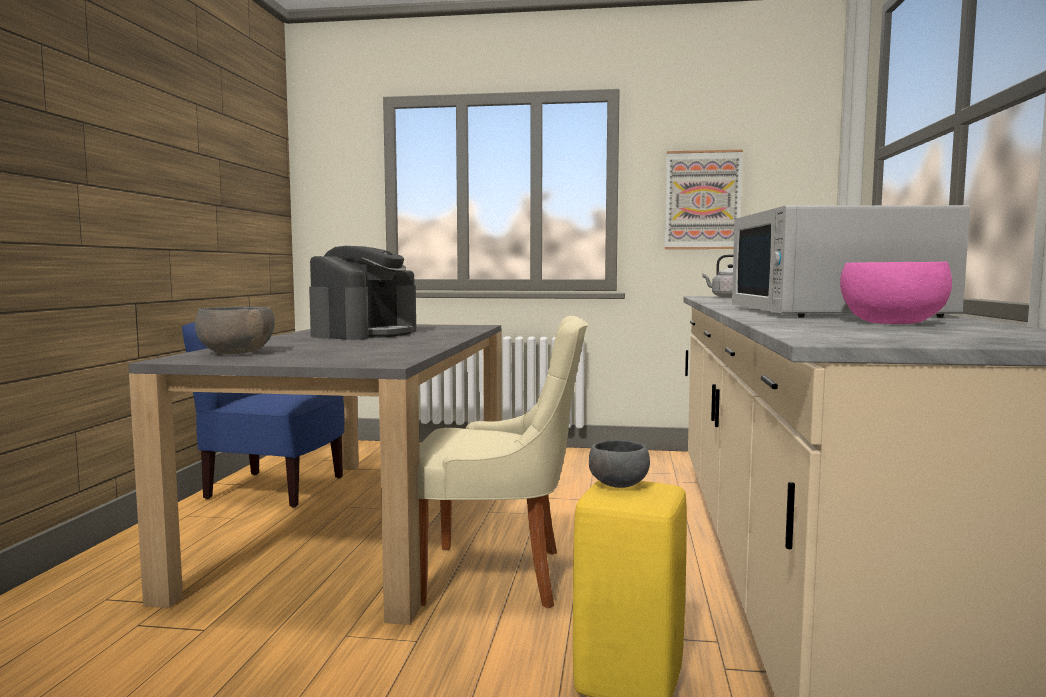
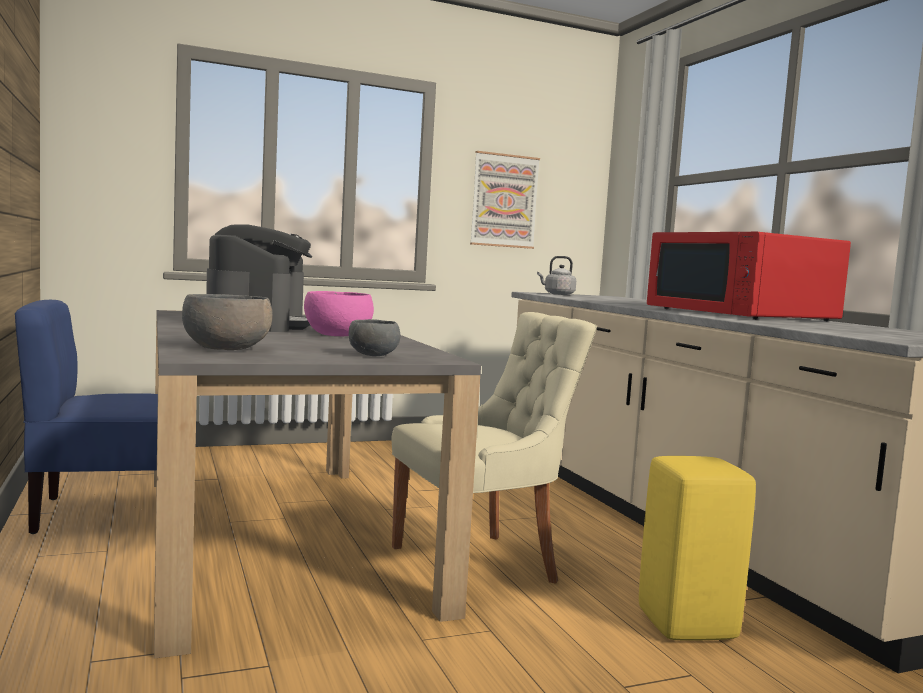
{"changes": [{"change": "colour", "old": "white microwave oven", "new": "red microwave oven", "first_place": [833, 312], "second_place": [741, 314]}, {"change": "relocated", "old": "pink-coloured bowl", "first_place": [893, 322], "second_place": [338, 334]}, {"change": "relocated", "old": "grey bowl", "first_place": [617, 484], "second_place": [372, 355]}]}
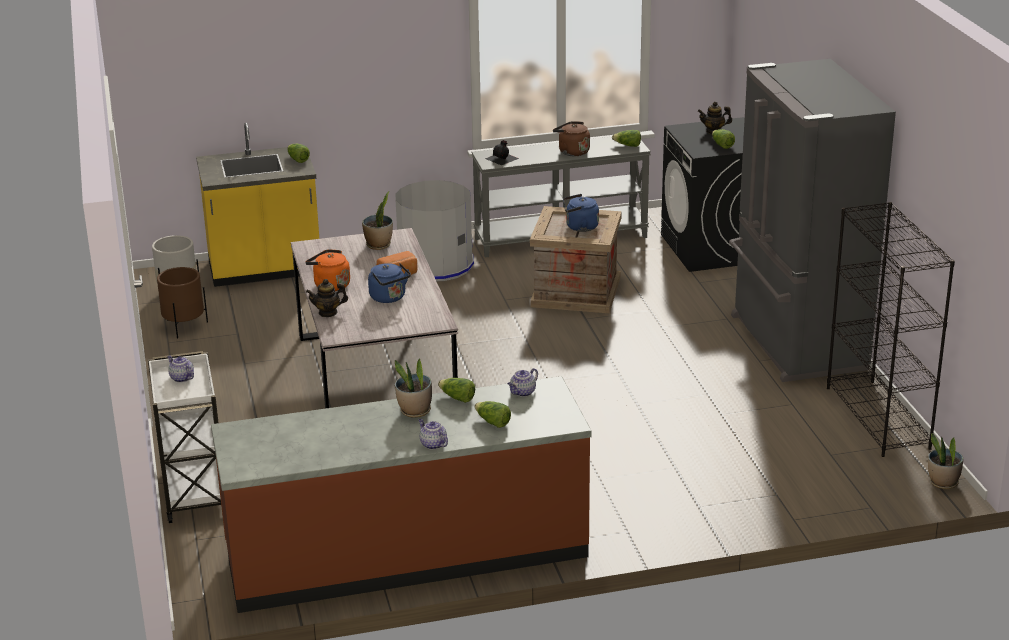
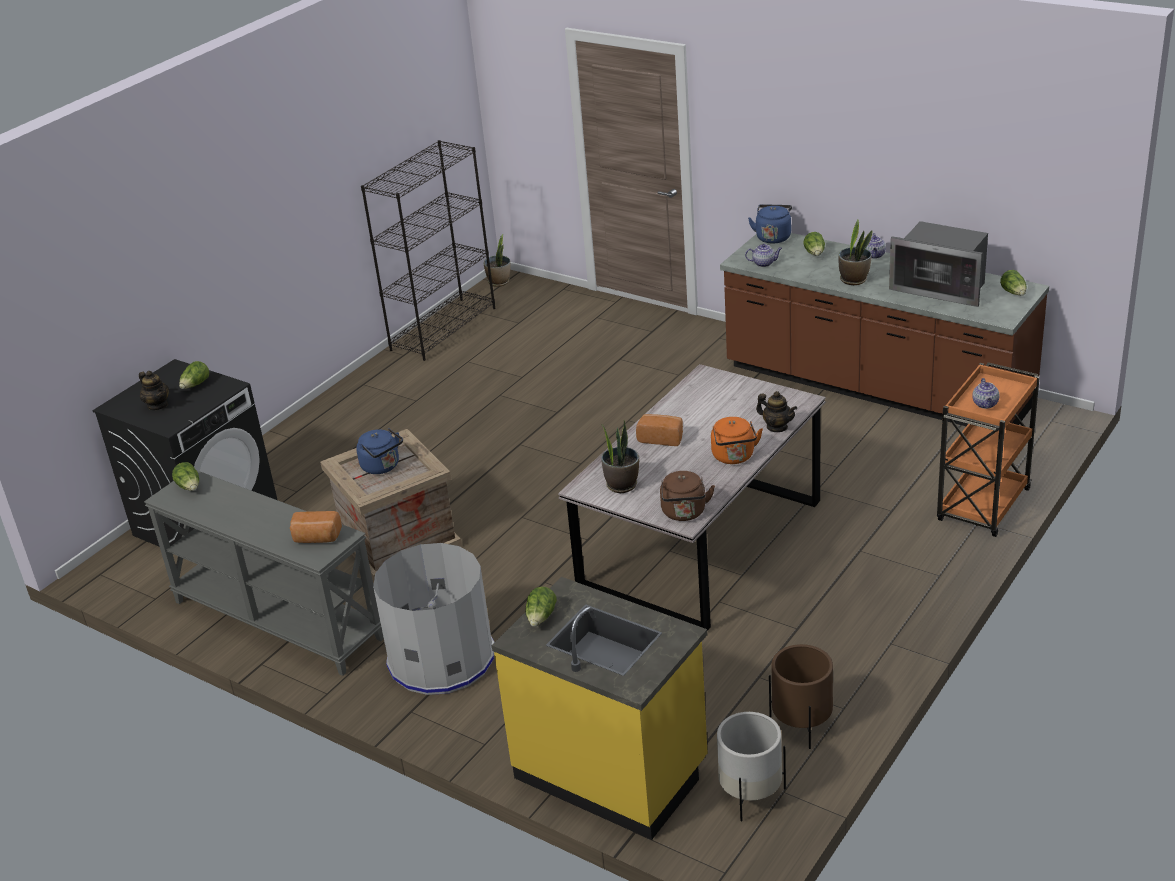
{"changes": [{"change": "missing", "old": "grey fridge", "first_place": [795, 343]}, {"change": "relocated", "old": "brownish water kettle", "first_place": [572, 152], "second_place": [684, 513]}, {"change": "exchanged", "old": "blackish bottle", "new": "bread", "first_place": [502, 158], "second_place": [317, 538]}, {"change": "relocated", "old": "blue-coloured water kettle", "first_place": [389, 298], "second_place": [773, 237]}, {"change": "colour", "old": "white trolley", "new": "orangey trolley", "first_place": [194, 492], "second_place": [983, 506]}, {"change": "relocated", "old": "head of lettuce", "first_place": [457, 398], "second_place": [1014, 293]}, {"change": "appeared", "new": "microwave oven", "second_place": [941, 287]}]}
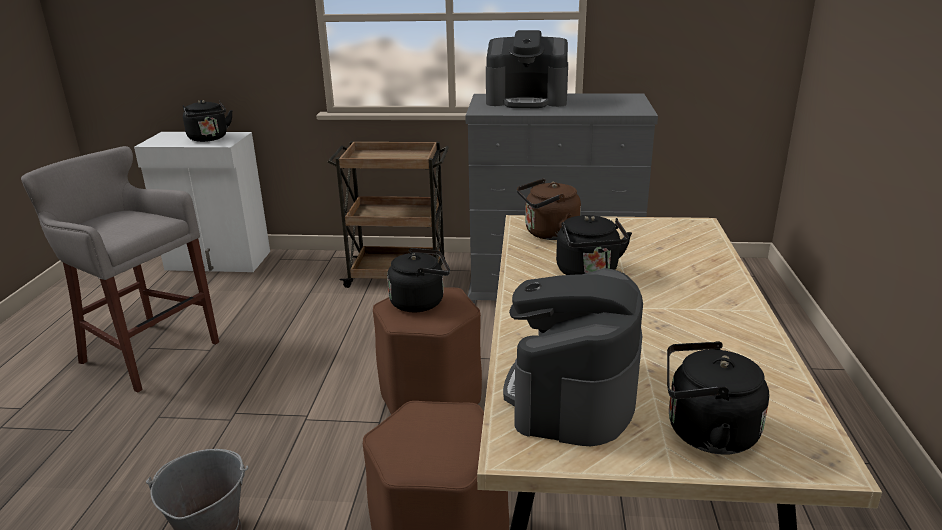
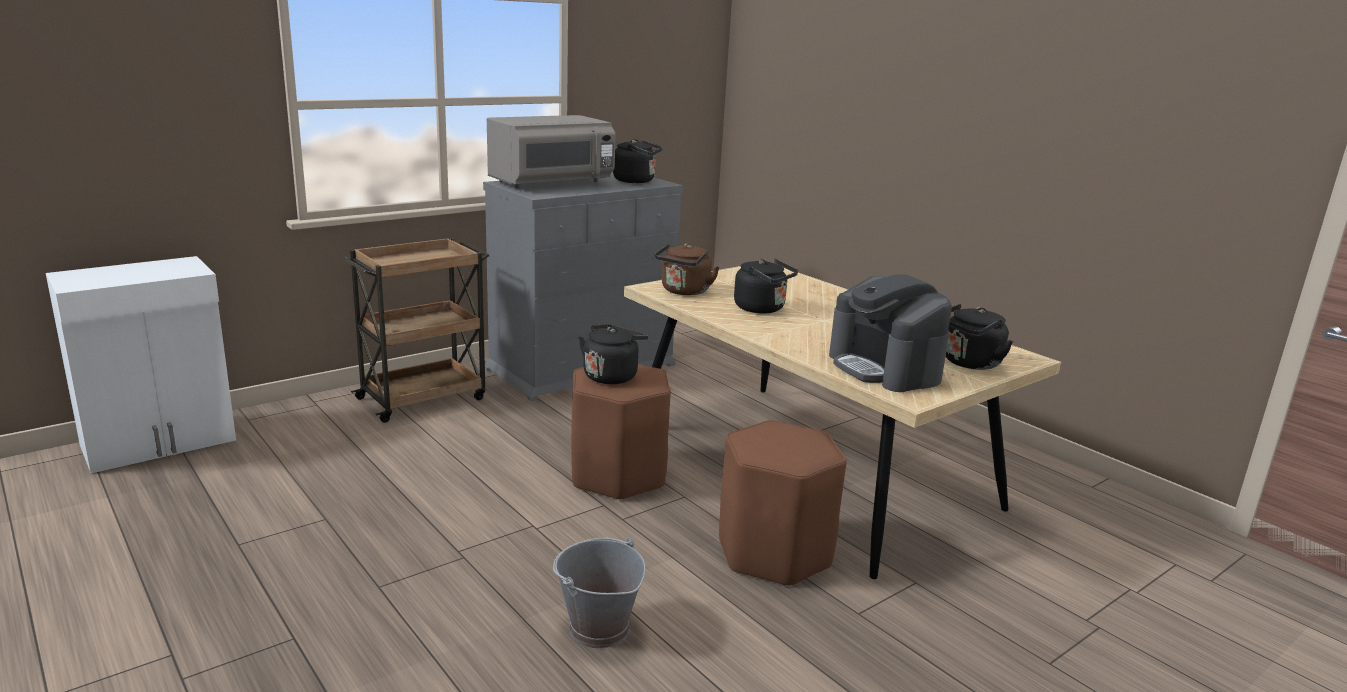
{"changes": [{"change": "exchanged", "old": "coffee machine", "new": "grey microwave oven", "first_place": [527, 100], "second_place": [551, 183]}, {"change": "relocated", "old": "blackish water kettle", "first_place": [209, 139], "second_place": [637, 181]}, {"change": "missing", "old": "grey sitting stool", "first_place": [146, 353]}]}
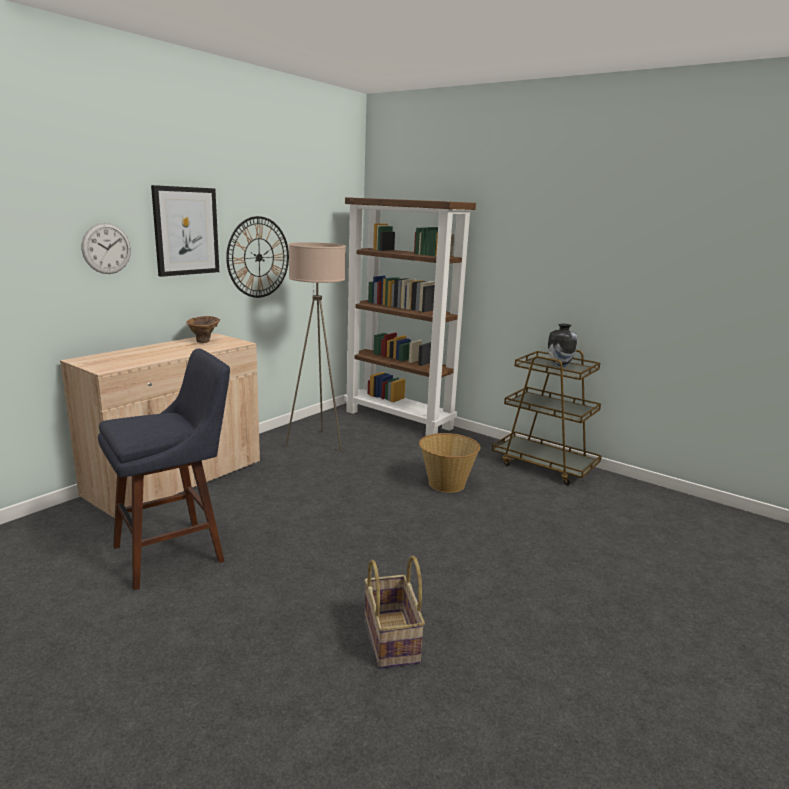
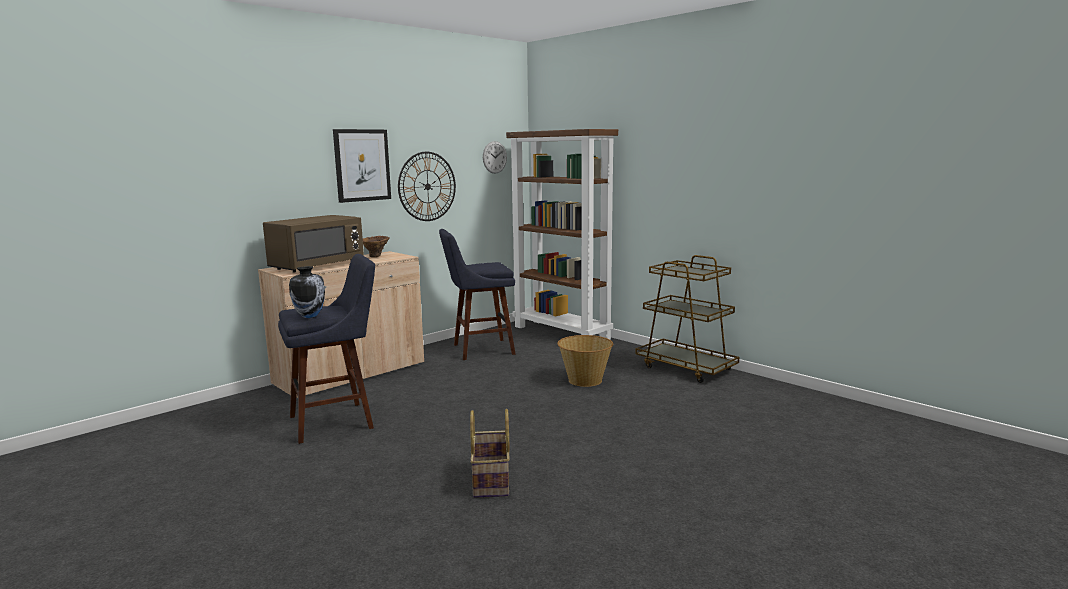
{"changes": [{"change": "relocated", "old": "clock on the wall", "first_place": [106, 248], "second_place": [494, 157]}, {"change": "exchanged", "old": "sand-coloured floor lamp", "new": "blue-coloured sitting stool", "first_place": [316, 443], "second_place": [479, 350]}, {"change": "relocated", "old": "decorative vase", "first_place": [559, 365], "second_place": [310, 316]}, {"change": "appeared", "new": "brownish microwave oven", "second_place": [317, 266]}]}
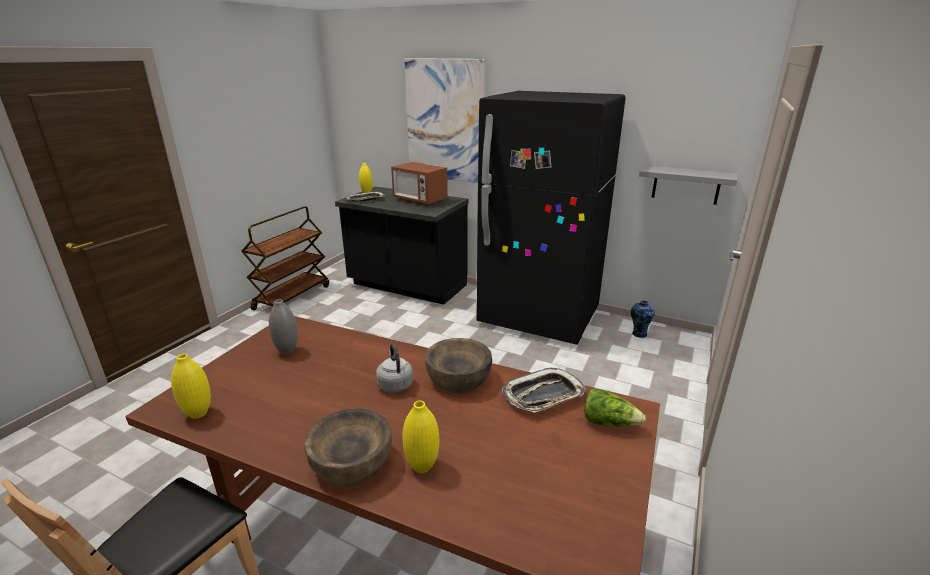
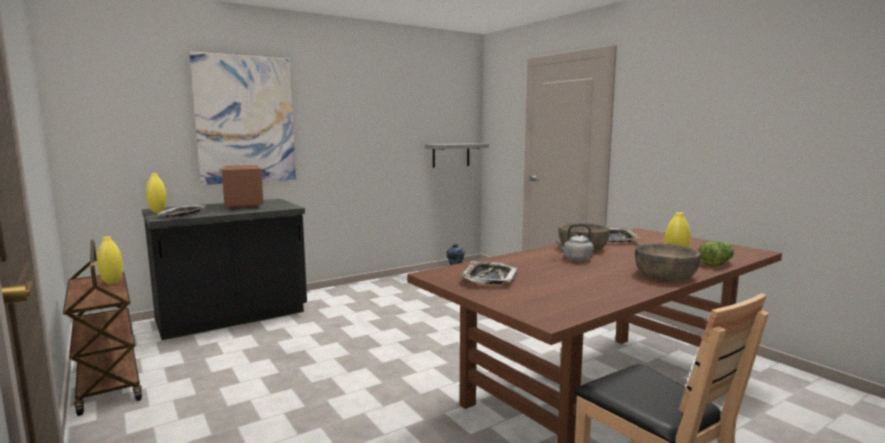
{"changes": [{"change": "missing", "old": "blackish fridge", "first_place": [538, 318]}, {"change": "spun", "old": "microwave oven", "first_place": [420, 200], "second_place": [243, 205], "degrees": -90}, {"change": "exchanged", "old": "grey decorative vase", "new": "carrying tray", "first_place": [287, 351], "second_place": [489, 277]}, {"change": "relocated", "old": "yellowish decorative vase", "first_place": [198, 414], "second_place": [112, 283]}, {"change": "relocated", "old": "head of lettuce", "first_place": [609, 422], "second_place": [716, 264]}]}
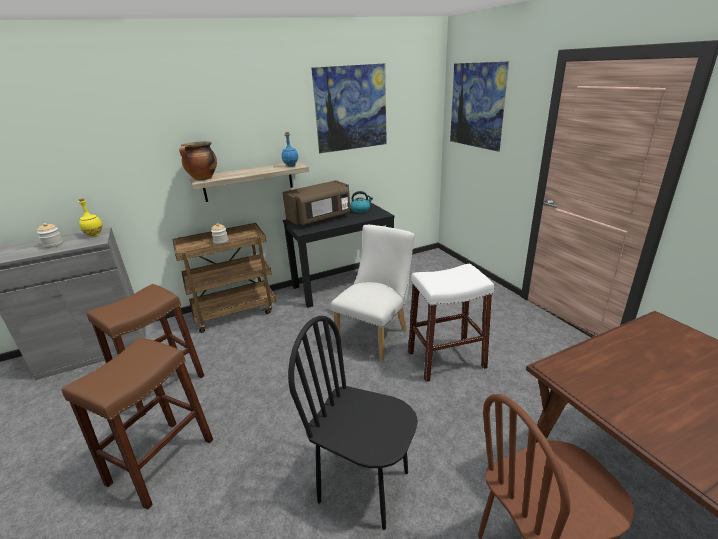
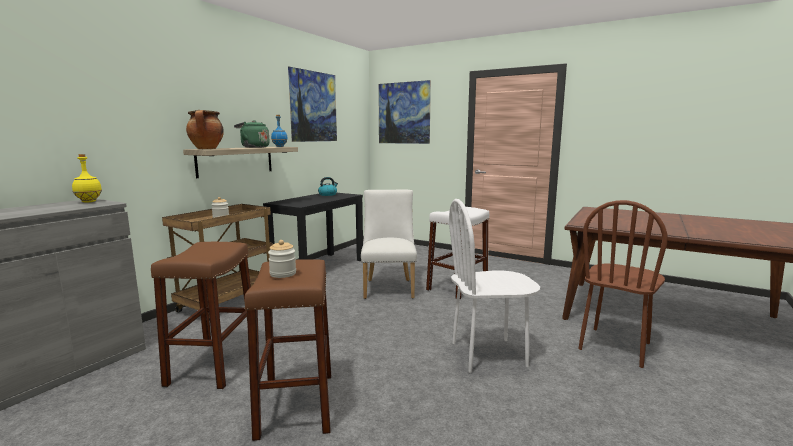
{"changes": [{"change": "missing", "old": "brownish microwave oven", "first_place": [320, 218]}, {"change": "relocated", "old": "preserve jar", "first_place": [53, 245], "second_place": [283, 274]}, {"change": "colour", "old": "blackish plain chair", "new": "white plain chair", "first_place": [364, 485], "second_place": [488, 354]}, {"change": "appeared", "new": "greenish water kettle", "second_place": [253, 147]}]}
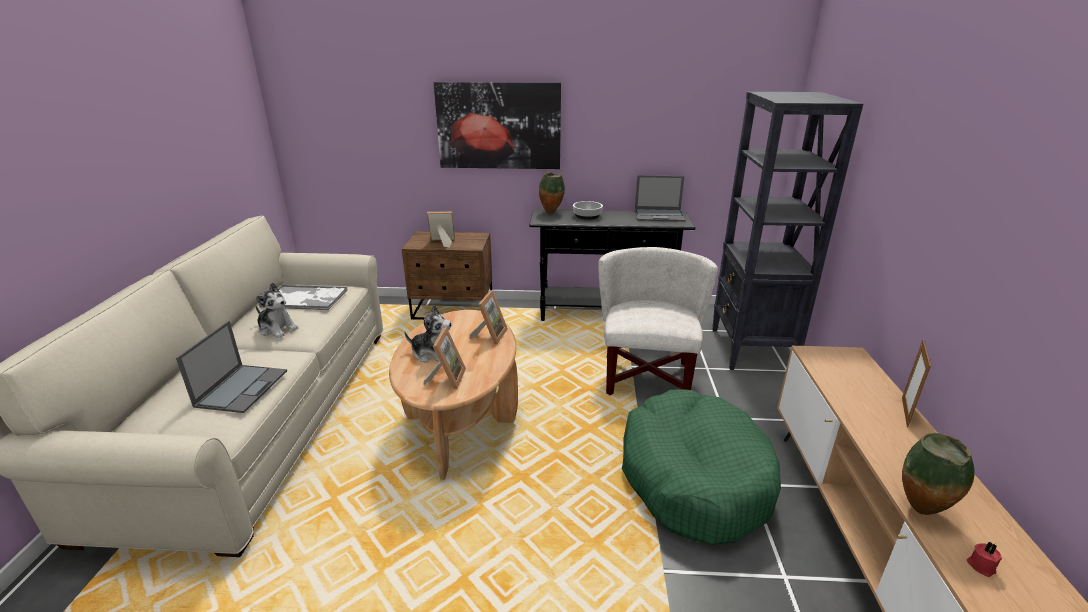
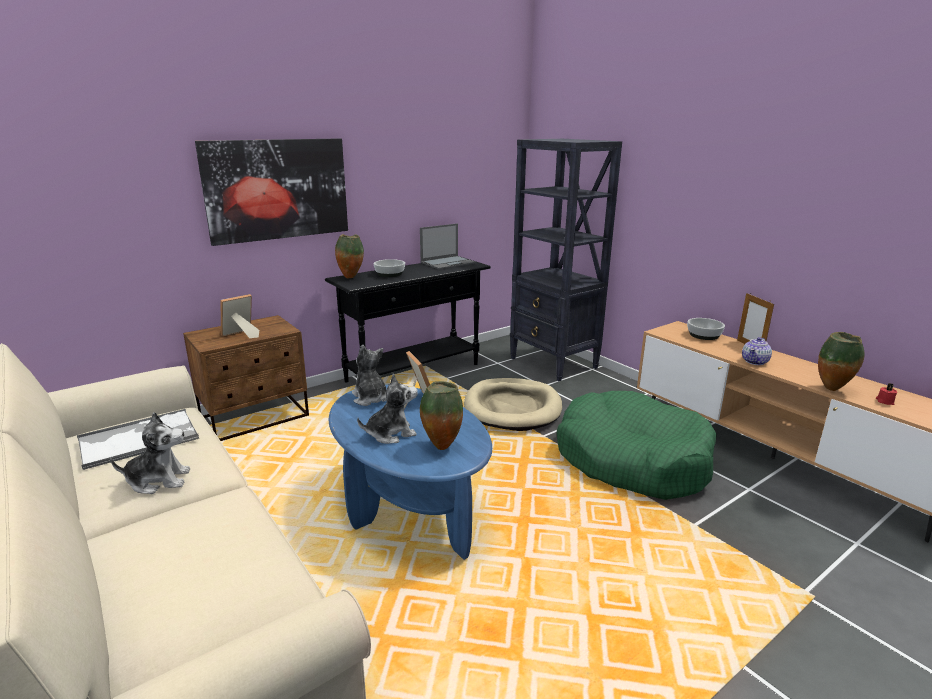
{"changes": [{"change": "exchanged", "old": "white lounge chair", "new": "sand-coloured pet bed", "first_place": [647, 377], "second_place": [512, 408]}, {"change": "colour", "old": "brownish lounge table", "new": "blue-coloured lounge table", "first_place": [460, 421], "second_place": [409, 506]}, {"change": "missing", "old": "laptop", "first_place": [242, 388]}, {"change": "exchanged", "old": "photo frame", "new": "decorative vase", "first_place": [447, 378], "second_place": [441, 446]}, {"change": "appeared", "new": "bowl", "second_place": [704, 335]}, {"change": "appeared", "new": "tea pot", "second_place": [755, 361]}, {"change": "appeared", "new": "cuddly toy", "second_place": [370, 398]}]}
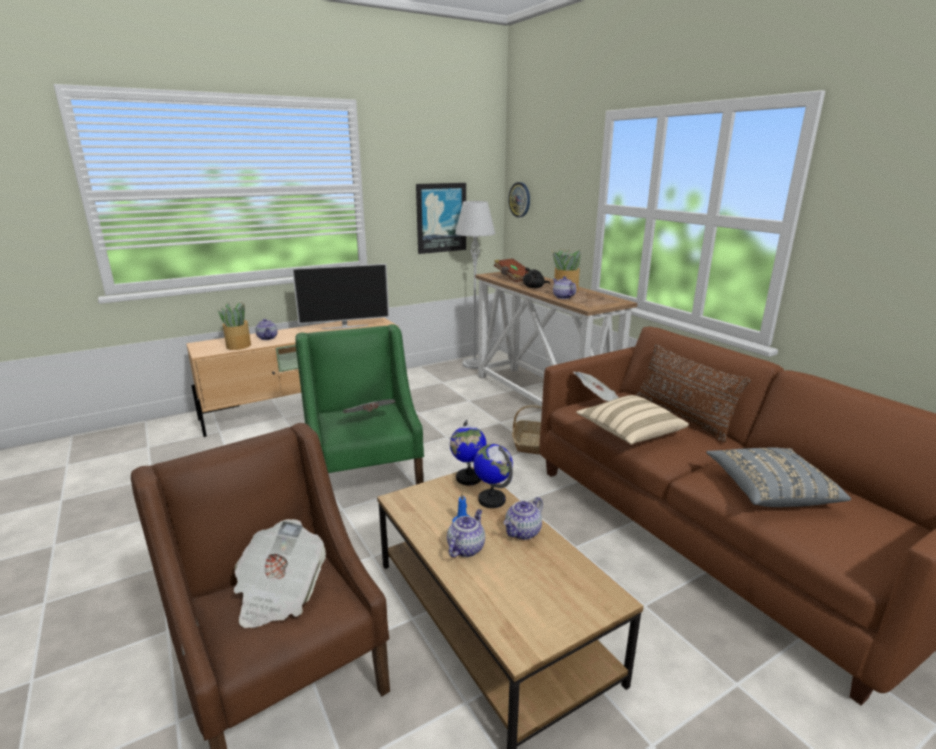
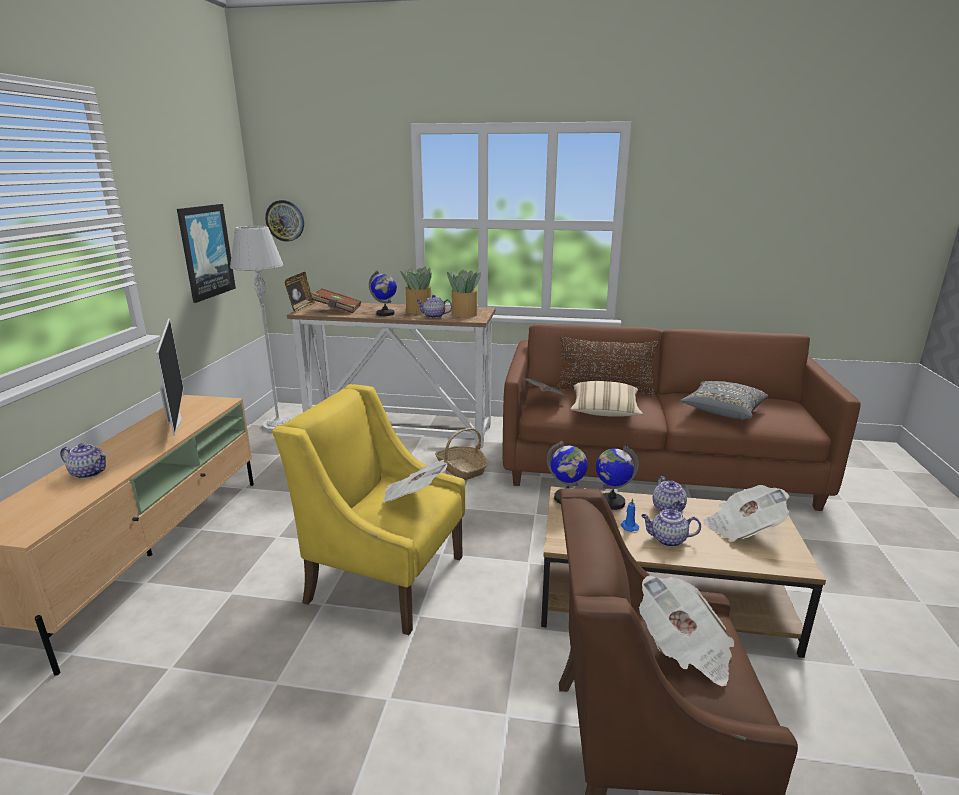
{"changes": [{"change": "spun", "old": "TV", "first_place": [345, 326], "second_place": [174, 421], "degrees": -45}, {"change": "exchanged", "old": "blackish cuddly toy", "new": "globe", "first_place": [535, 287], "second_place": [385, 314]}, {"change": "relocated", "old": "houseplant", "first_place": [239, 345], "second_place": [464, 314]}, {"change": "colour", "old": "greenish lounge chair", "new": "yellowish lounge chair", "first_place": [366, 478], "second_place": [385, 577]}, {"change": "spun", "old": "tea pot", "first_place": [466, 548], "second_place": [667, 540], "degrees": -60}, {"change": "appeared", "new": "photo frame", "second_place": [301, 308]}, {"change": "appeared", "new": "newspaper", "second_place": [742, 529]}]}
